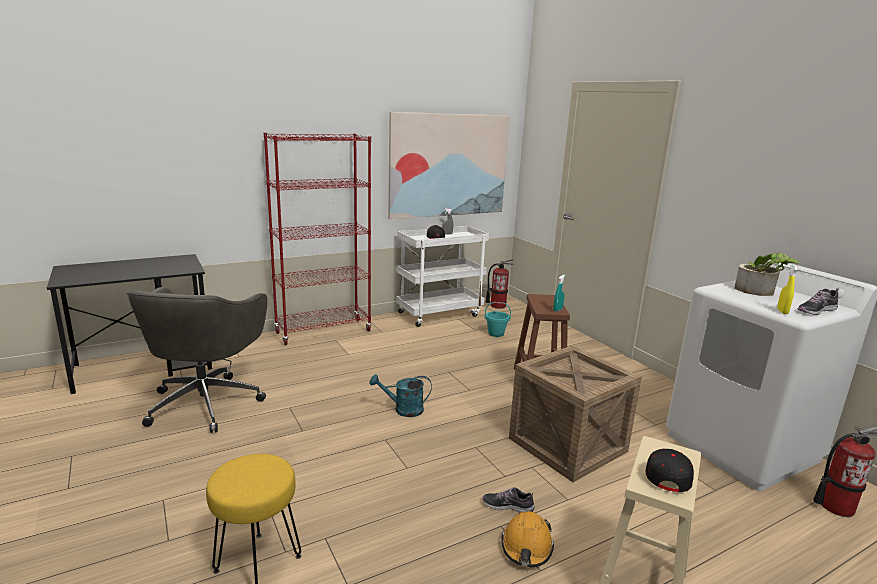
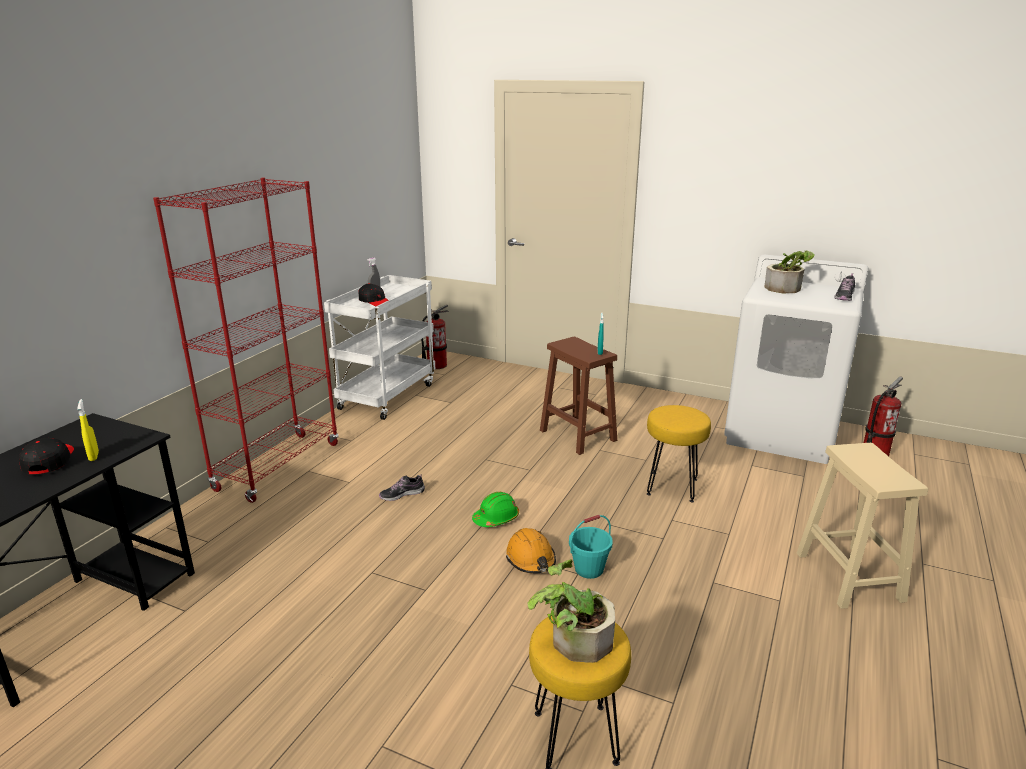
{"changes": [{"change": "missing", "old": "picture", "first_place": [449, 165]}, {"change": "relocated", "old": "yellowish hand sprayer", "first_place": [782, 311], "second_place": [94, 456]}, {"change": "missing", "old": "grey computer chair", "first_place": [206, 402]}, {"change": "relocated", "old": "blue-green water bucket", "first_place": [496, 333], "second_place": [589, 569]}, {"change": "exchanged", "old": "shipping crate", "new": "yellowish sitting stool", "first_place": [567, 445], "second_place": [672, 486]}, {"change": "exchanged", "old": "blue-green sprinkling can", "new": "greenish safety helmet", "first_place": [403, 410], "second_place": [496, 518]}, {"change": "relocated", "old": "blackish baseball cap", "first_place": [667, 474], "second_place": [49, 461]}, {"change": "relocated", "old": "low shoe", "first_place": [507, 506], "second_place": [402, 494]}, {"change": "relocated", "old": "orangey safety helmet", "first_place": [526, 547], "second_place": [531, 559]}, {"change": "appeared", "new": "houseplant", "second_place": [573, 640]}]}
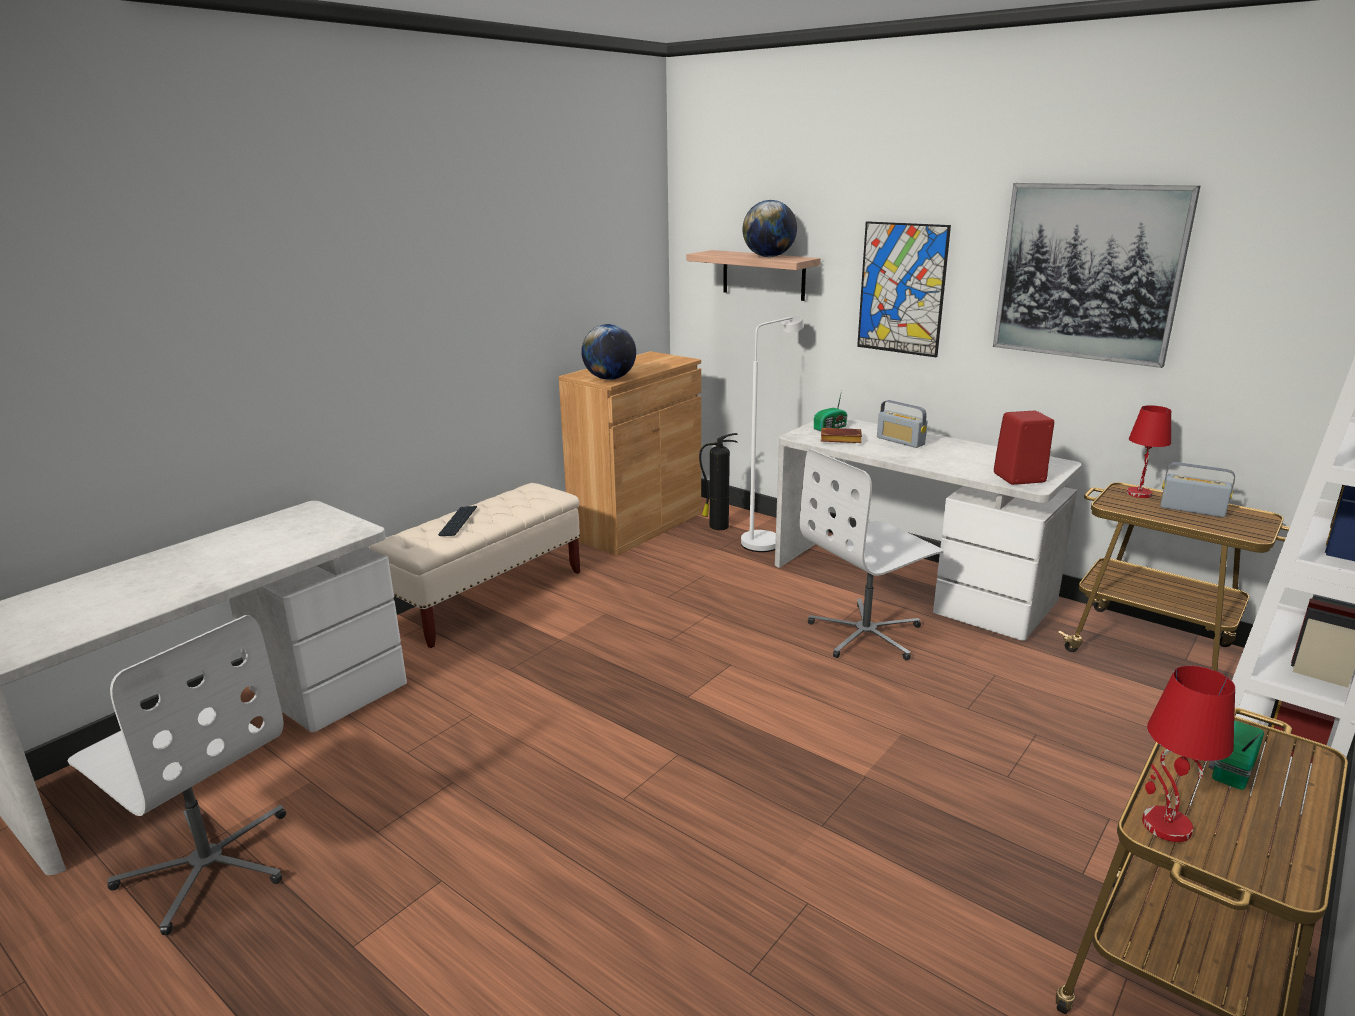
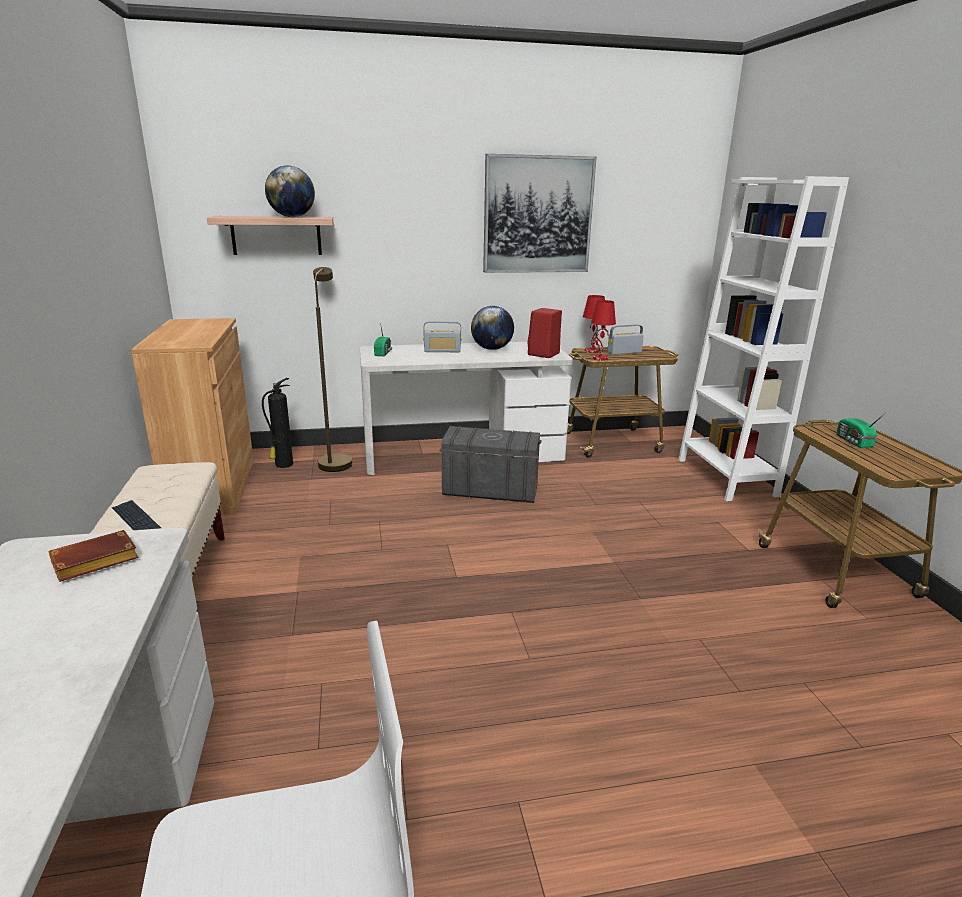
{"changes": [{"change": "missing", "old": "picture", "first_place": [902, 289]}, {"change": "colour", "old": "white floor lamp", "new": "brownish floor lamp", "first_place": [766, 540], "second_place": [335, 461]}, {"change": "relocated", "old": "globe", "first_place": [610, 379], "second_place": [492, 349]}, {"change": "relocated", "old": "brownish book", "first_place": [839, 440], "second_place": [93, 563]}, {"change": "exchanged", "old": "white computer chair", "new": "grey storage container", "first_place": [866, 634], "second_place": [490, 490]}, {"change": "relocated", "old": "red tabletop lamp", "first_place": [1164, 825], "second_place": [599, 358]}]}
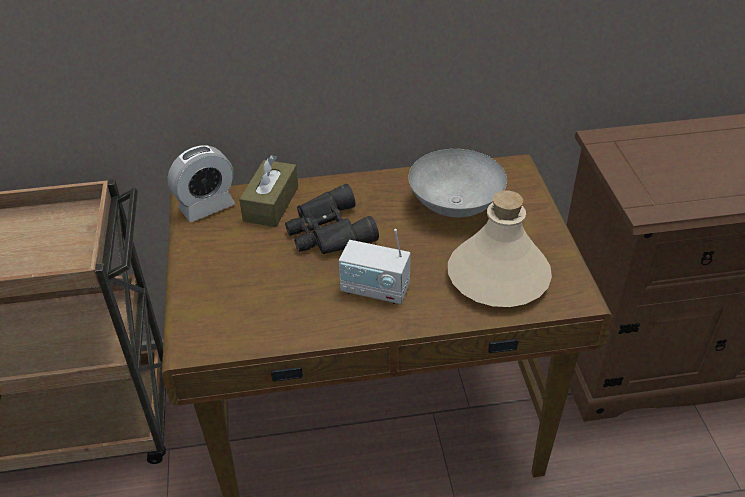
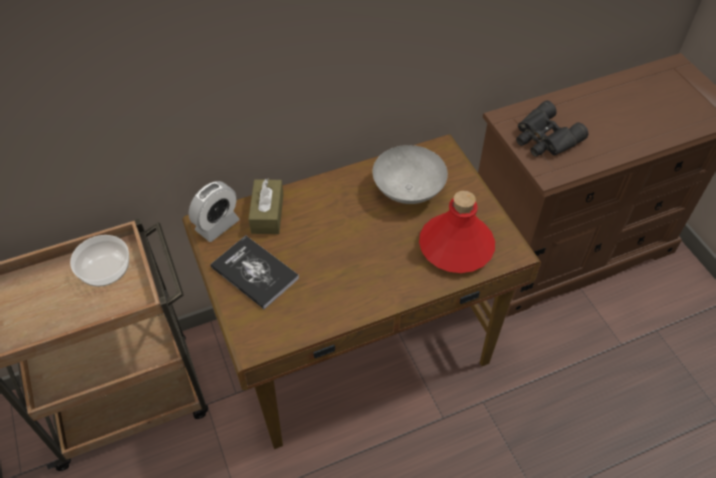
{"changes": [{"change": "relocated", "old": "blackish binoculars", "first_place": [328, 232], "second_place": [544, 138]}, {"change": "colour", "old": "sand-coloured bottle", "new": "red bottle", "first_place": [497, 277], "second_place": [455, 247]}, {"change": "missing", "old": "radio", "first_place": [375, 290]}, {"change": "appeared", "new": "bowl", "second_place": [106, 269]}, {"change": "appeared", "new": "book", "second_place": [254, 273]}]}
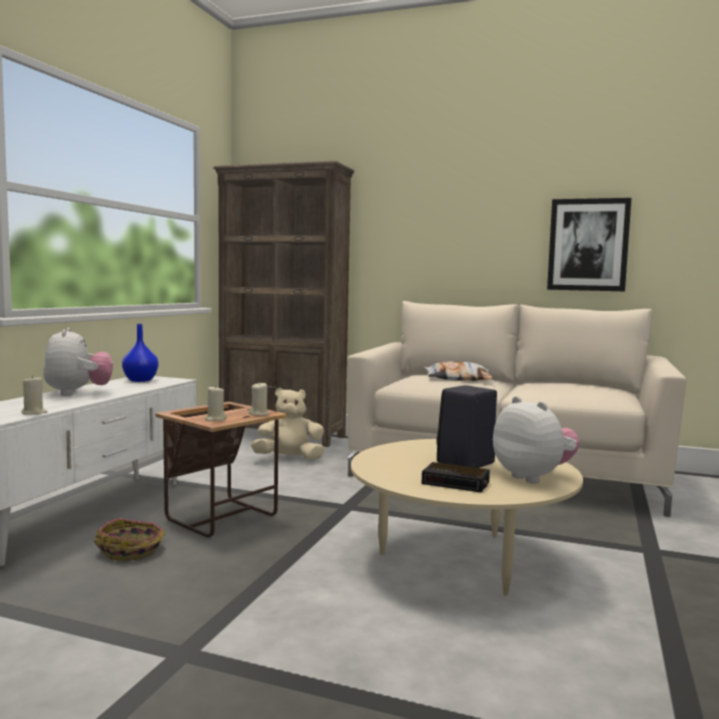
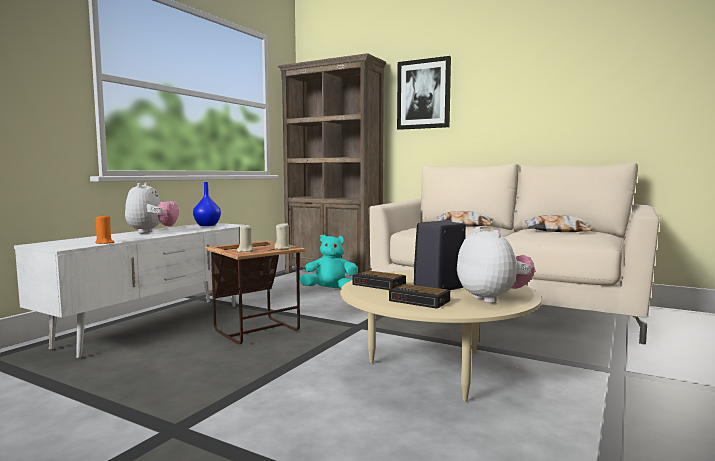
{"changes": [{"change": "relocated", "old": "picture", "first_place": [588, 245], "second_place": [423, 94]}, {"change": "colour", "old": "sand-coloured wax light", "new": "orangey wax light", "first_place": [34, 413], "second_place": [104, 243]}, {"change": "colour", "old": "sand-coloured cuddly toy", "new": "blue-green cuddly toy", "first_place": [289, 459], "second_place": [330, 290]}, {"change": "missing", "old": "storage basket", "first_place": [132, 550]}, {"change": "appeared", "new": "throw pillow", "second_place": [557, 231]}, {"change": "appeared", "new": "table clock", "second_place": [380, 285]}]}
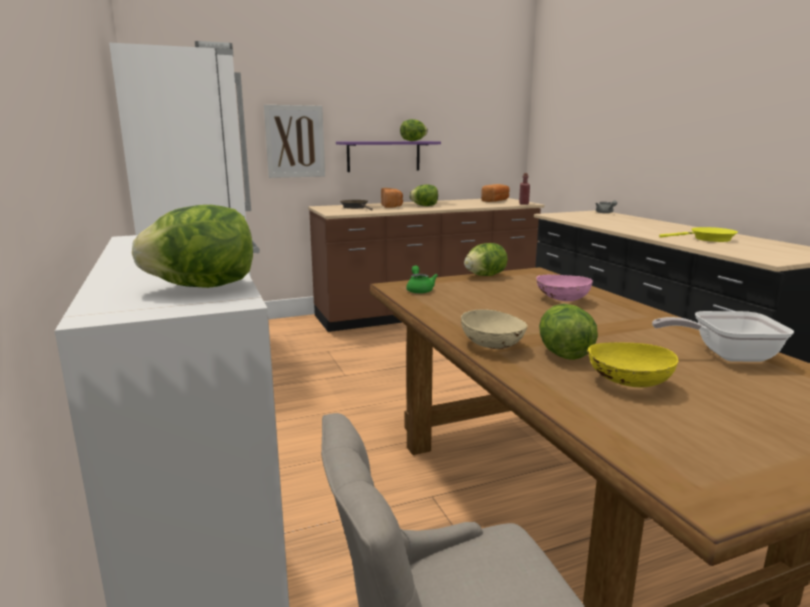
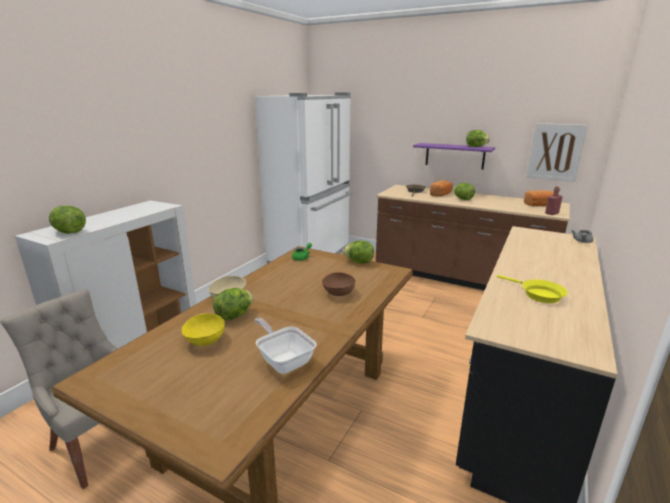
{"changes": [{"change": "relocated", "old": "picture", "first_place": [295, 141], "second_place": [555, 152]}, {"change": "colour", "old": "pink-coloured bowl", "new": "brownish bowl", "first_place": [561, 300], "second_place": [338, 293]}]}
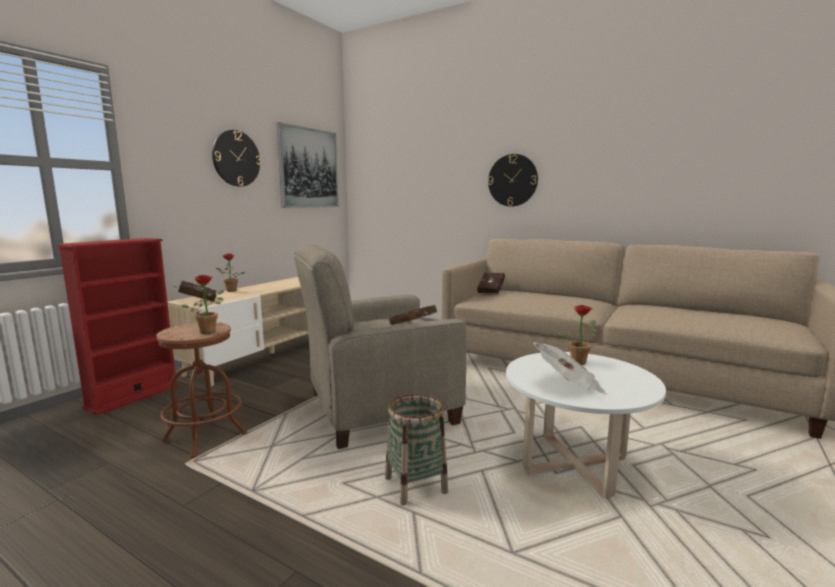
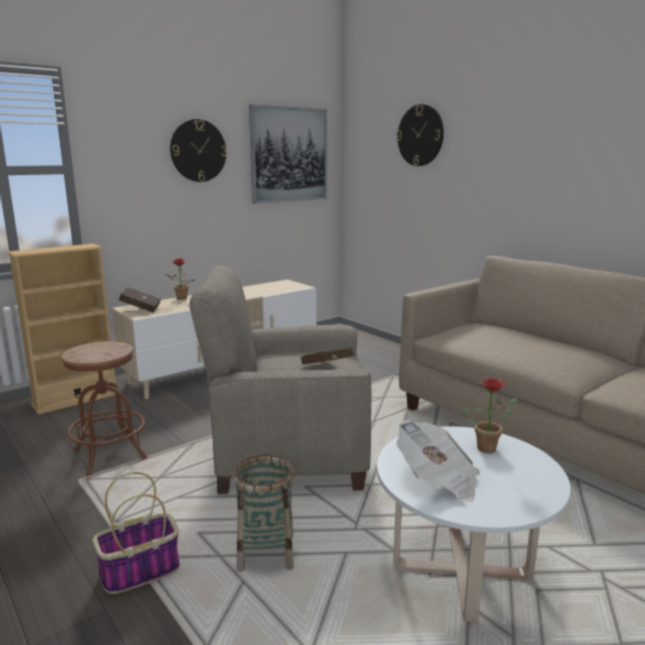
{"changes": [{"change": "relocated", "old": "clock on the wall", "first_place": [512, 180], "second_place": [420, 135]}, {"change": "colour", "old": "red shelving unit", "new": "sand-coloured shelving unit", "first_place": [133, 396], "second_place": [76, 399]}, {"change": "missing", "old": "red book", "first_place": [491, 291]}, {"change": "missing", "old": "houseplant", "first_place": [209, 331]}, {"change": "appeared", "new": "storage basket", "second_place": [139, 572]}]}
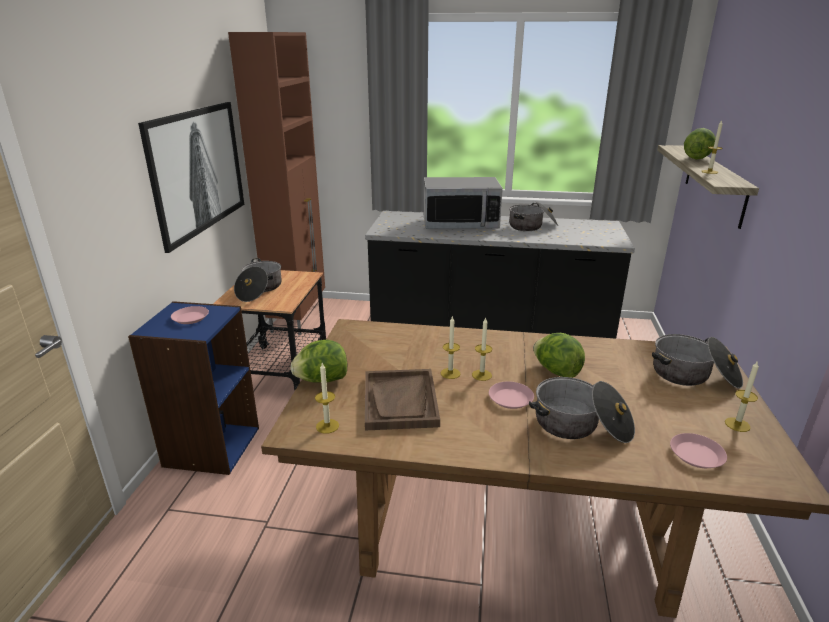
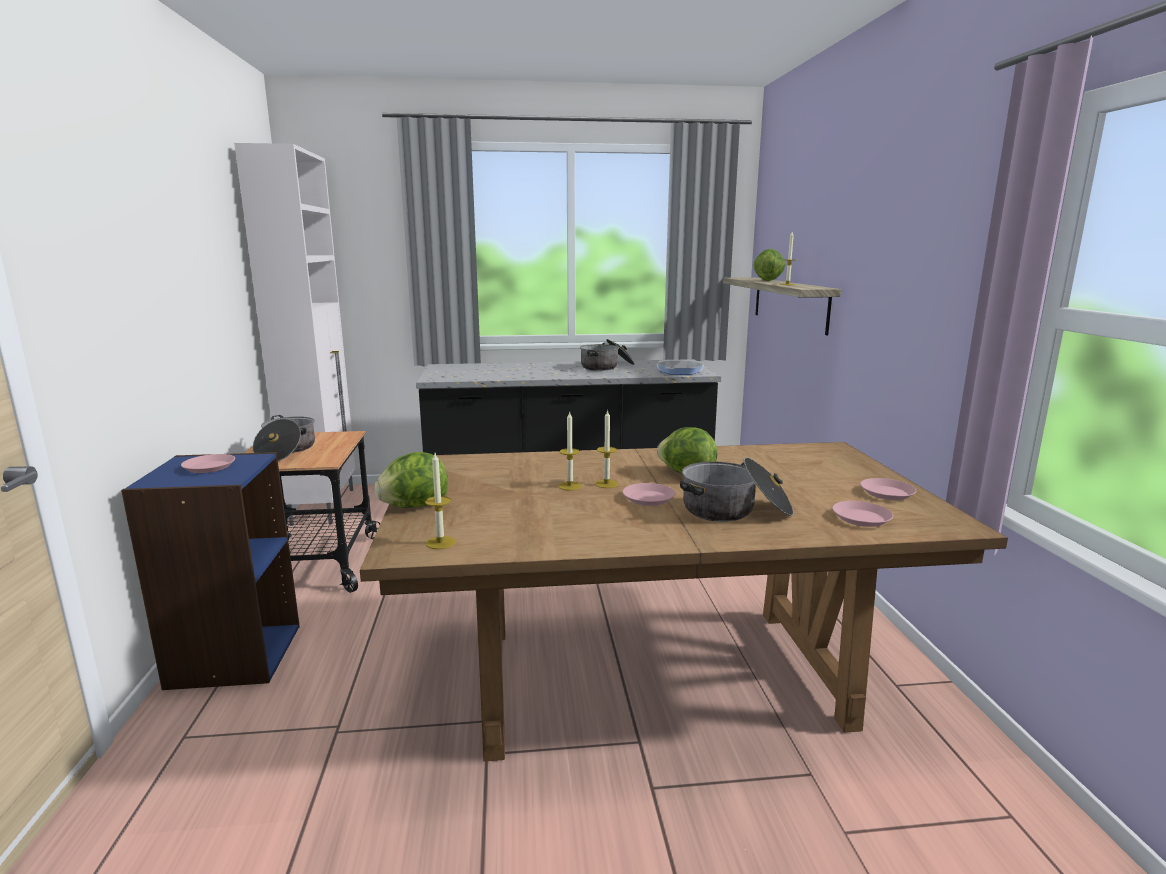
{"changes": [{"change": "colour", "old": "brownish cupboard", "new": "white cupboard", "first_place": [299, 317], "second_place": [324, 506]}, {"change": "missing", "old": "picture", "first_place": [198, 170]}, {"change": "missing", "old": "microwave oven", "first_place": [460, 224]}, {"change": "missing", "old": "cooking pot", "first_place": [694, 376]}, {"change": "exchanged", "old": "wax light", "new": "pink-coloured dinner plate", "first_place": [737, 424], "second_place": [886, 493]}, {"change": "missing", "old": "brownish carrying tray", "first_place": [400, 401]}, {"change": "appeared", "new": "pan", "second_place": [680, 371]}]}
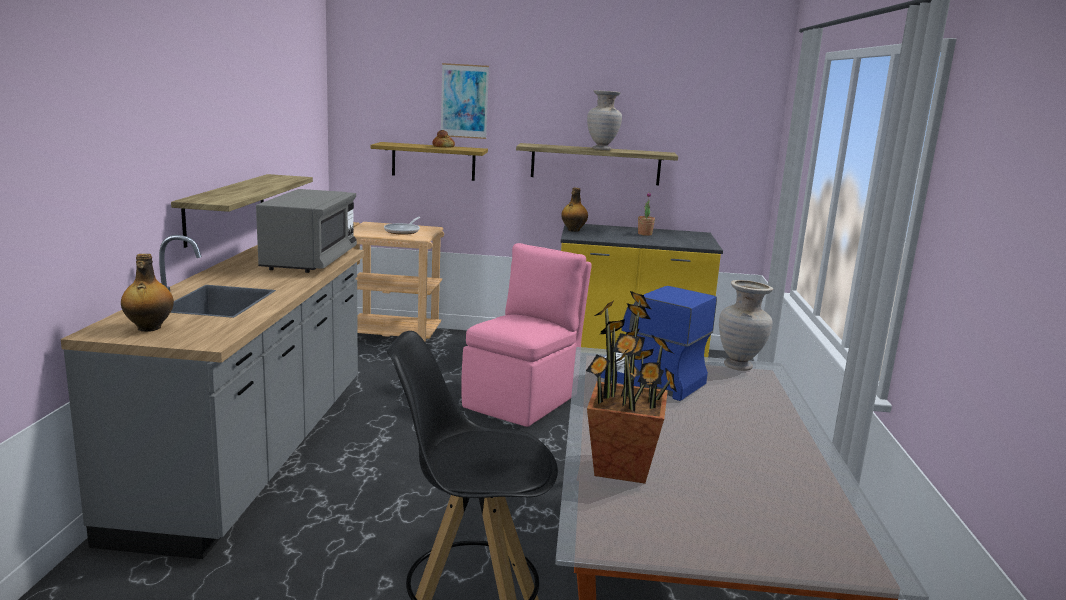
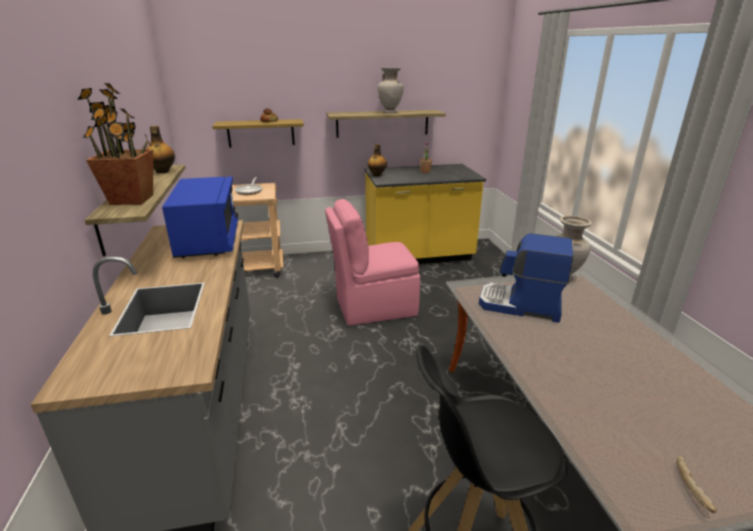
{"changes": [{"change": "missing", "old": "picture", "first_place": [464, 101]}, {"change": "colour", "old": "grey microwave oven", "new": "blue-coloured microwave oven", "first_place": [310, 261], "second_place": [209, 241]}, {"change": "spun", "old": "pink-coloured plain chair", "first_place": [523, 400], "second_place": [373, 307], "degrees": -120}, {"change": "relocated", "old": "bottle", "first_place": [149, 328], "second_place": [162, 171]}, {"change": "relocated", "old": "houseplant", "first_place": [622, 468], "second_place": [132, 200]}, {"change": "appeared", "new": "bread", "second_place": [693, 487]}]}
